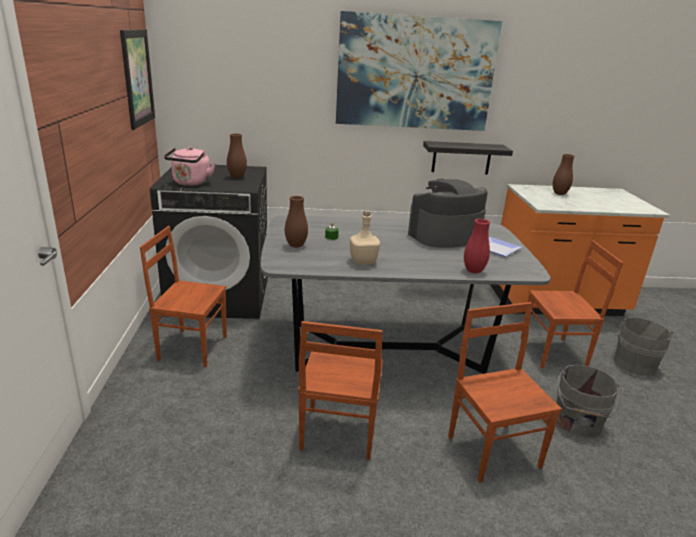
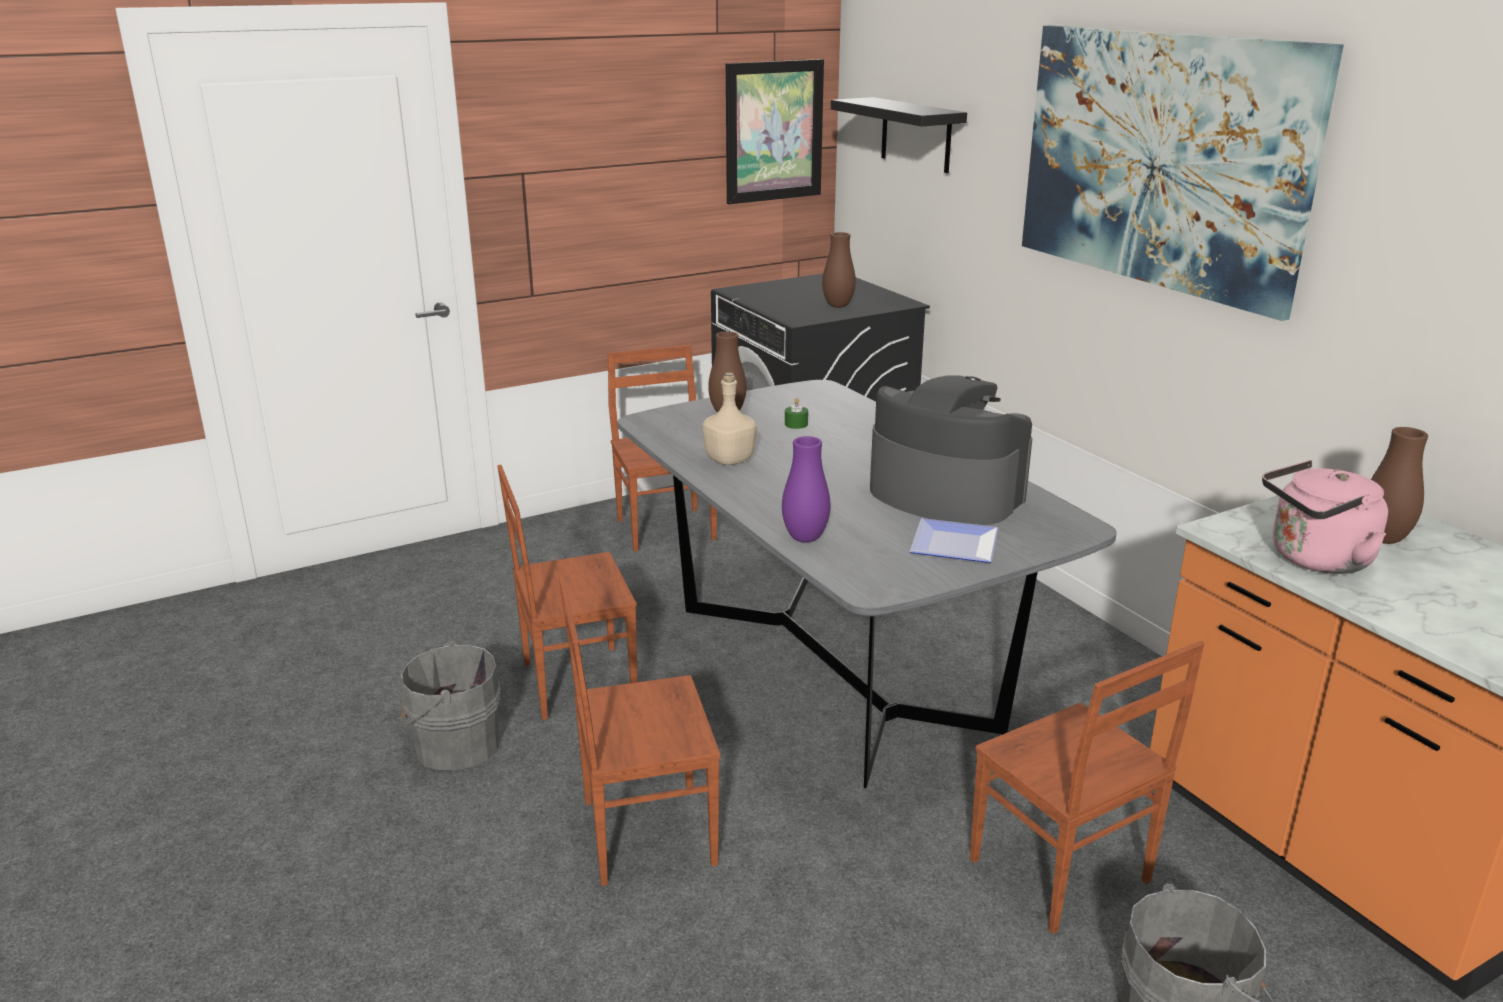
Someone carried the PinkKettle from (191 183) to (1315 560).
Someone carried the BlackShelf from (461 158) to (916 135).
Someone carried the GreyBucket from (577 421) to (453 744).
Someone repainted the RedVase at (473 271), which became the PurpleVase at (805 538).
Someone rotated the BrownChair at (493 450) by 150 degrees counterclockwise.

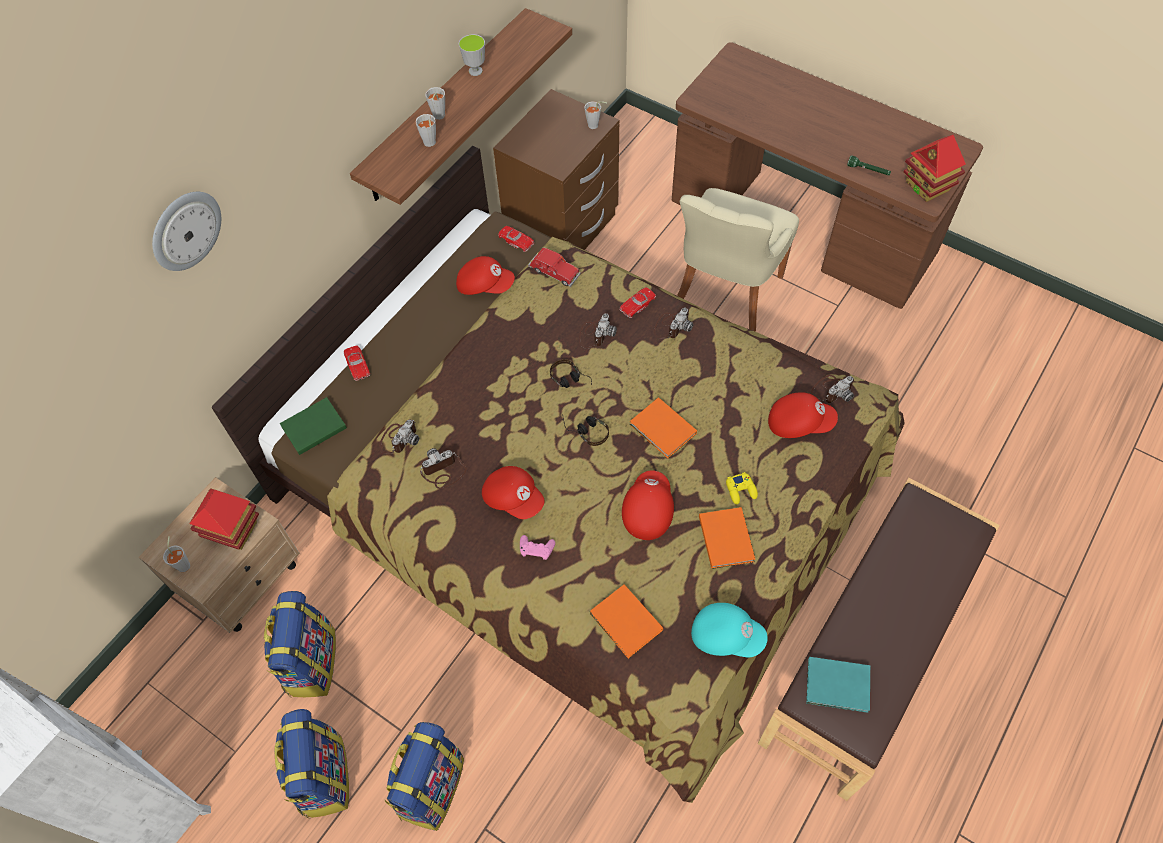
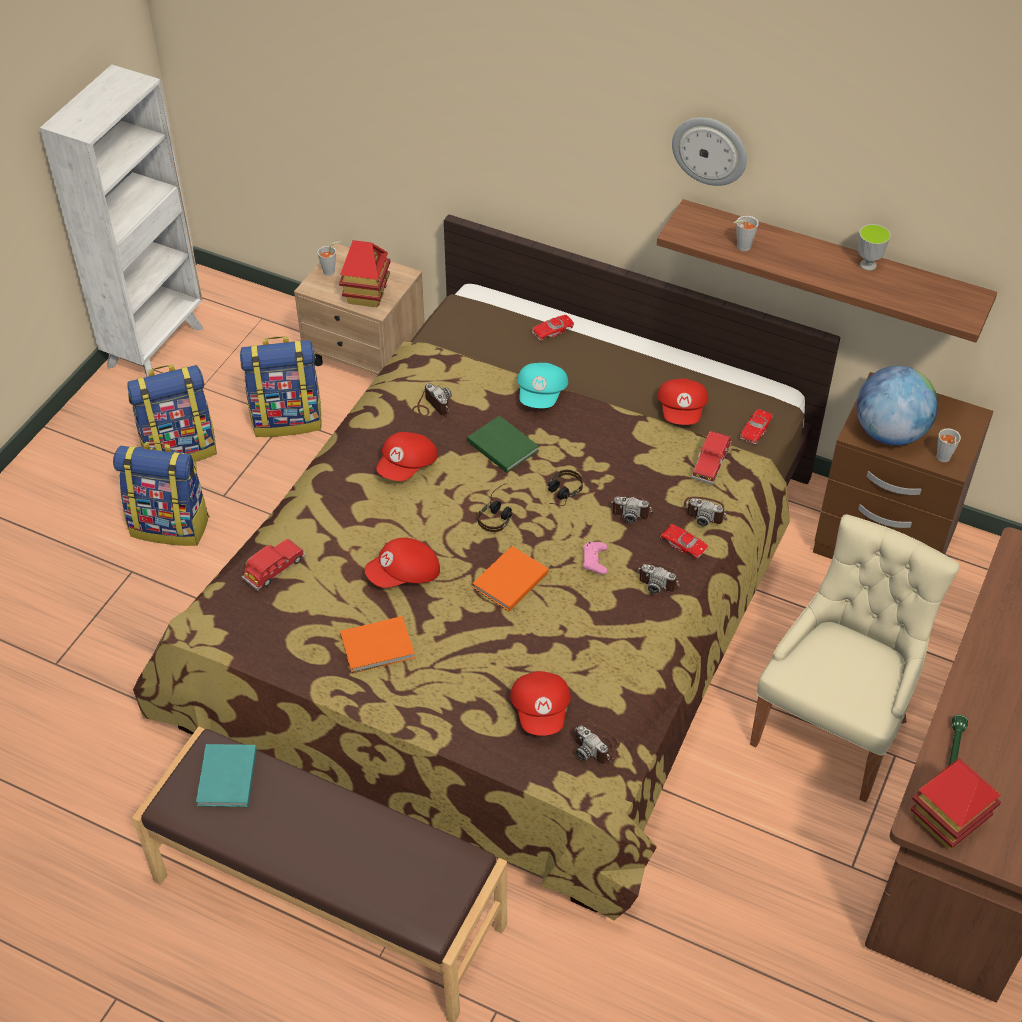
Someone took away the GreyCup at (438 117).
Someone took away the YellowGameController at (741 490).
Someone put down the Globe at (889 433).
Someone carried the WallClock from (185 230) to (710 150).
Someone carried the GreenBook from (312 427) to (502 445).
Someone carried the PhotoCamera from (399 438) to (705 512).
Someone carried the PinkGameController from (536 549) to (595 561).
Someone carried the TurquoiseCap from (726 635) to (542 395).
Someone swapped the OrangeBook at (626 624) for the RedToyCar at (274 570).
Someone rotated the RedCap at (647 510) by 150 degrees clockwise.
Someone rotated the BeigeChair at (726 293) by 105 degrees clockwise.

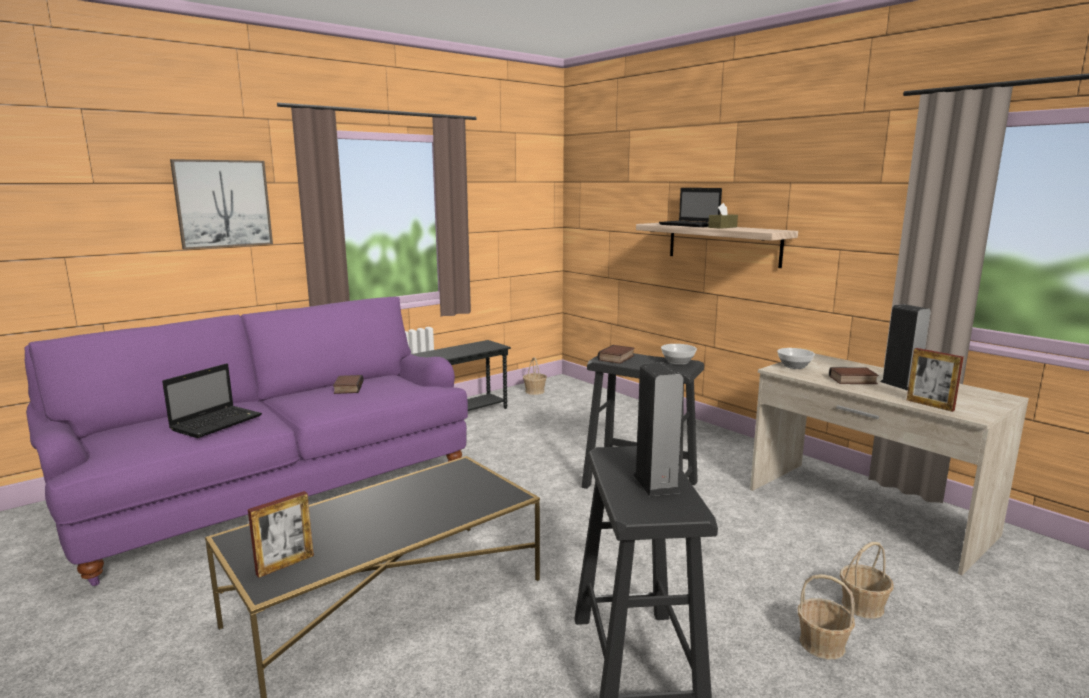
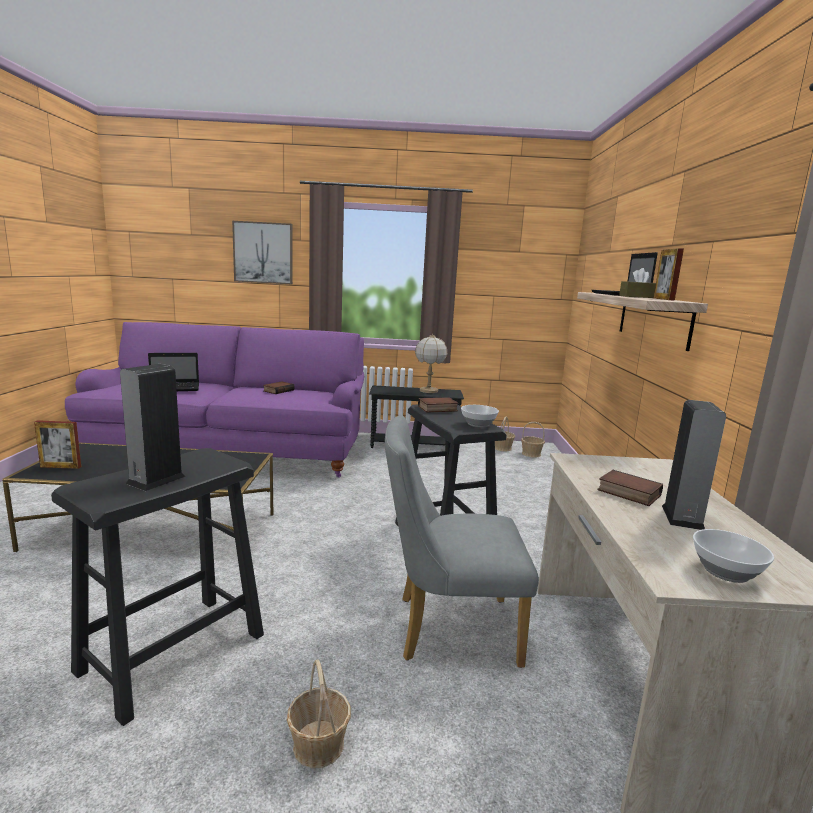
Someone put down the GreyChair at (446 629).
Someone put down the TableLamp at (429 391).
Someone carried the Bowl from (793 366) to (724 571).
Someone carried the Basket from (863 606) to (531 454).
Someone carried the PictureFrame from (930 405) to (663 299).

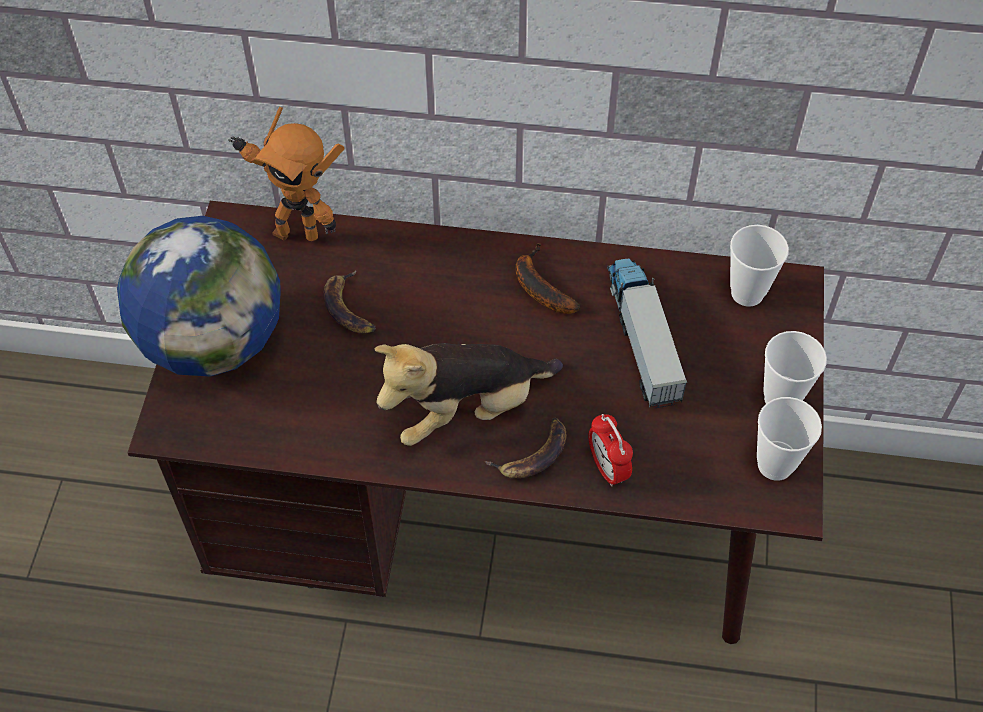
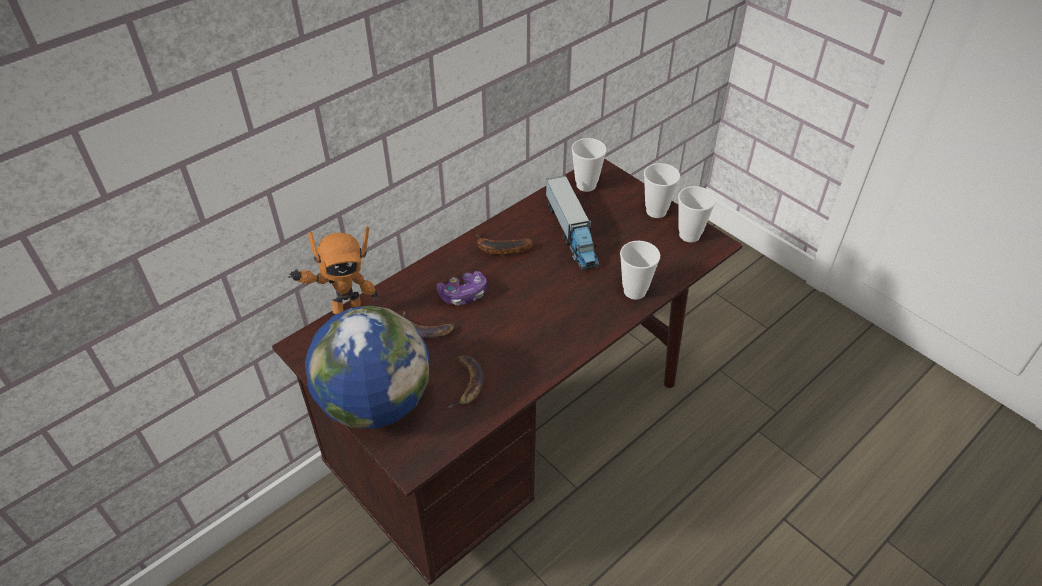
Someone took away the PlushToy at (466 409).
Someone put down the GameController at (463 294).
Someone carried the Banana from (533 454) to (466 383).
Someone swapped the AlarmClock at (607 468) for the Cup at (634 291).
Someone rotated the ToyTruck at (641 337) by 135 degrees counterclockwise.

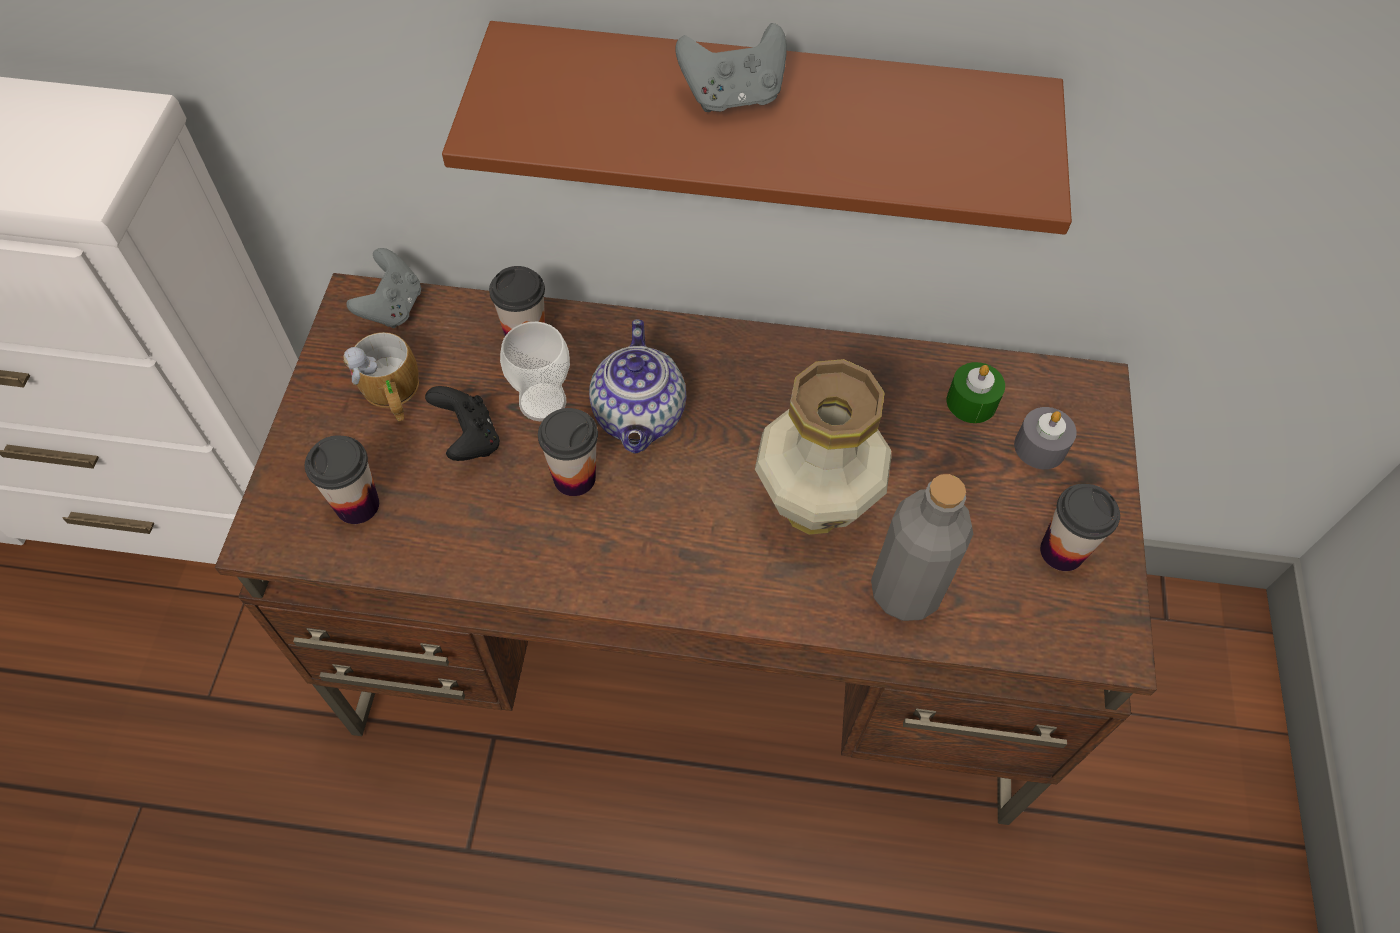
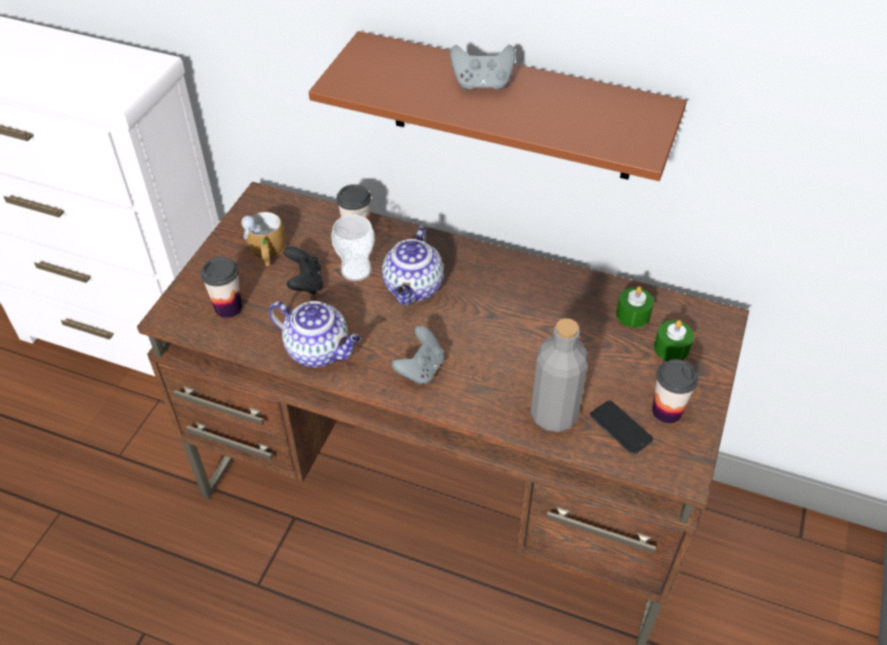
Someone took away the Cup at (574 478).
Someone took away the Vase at (814 507).
Someone put down the Teapot at (319 351).
Someone put down the Phone at (620 428).
Someone carried the GreyGameController from (393 307) to (420 369).
Someone repainted the GreyCandle at (1040 447), which became the GreenCandle at (671 348).

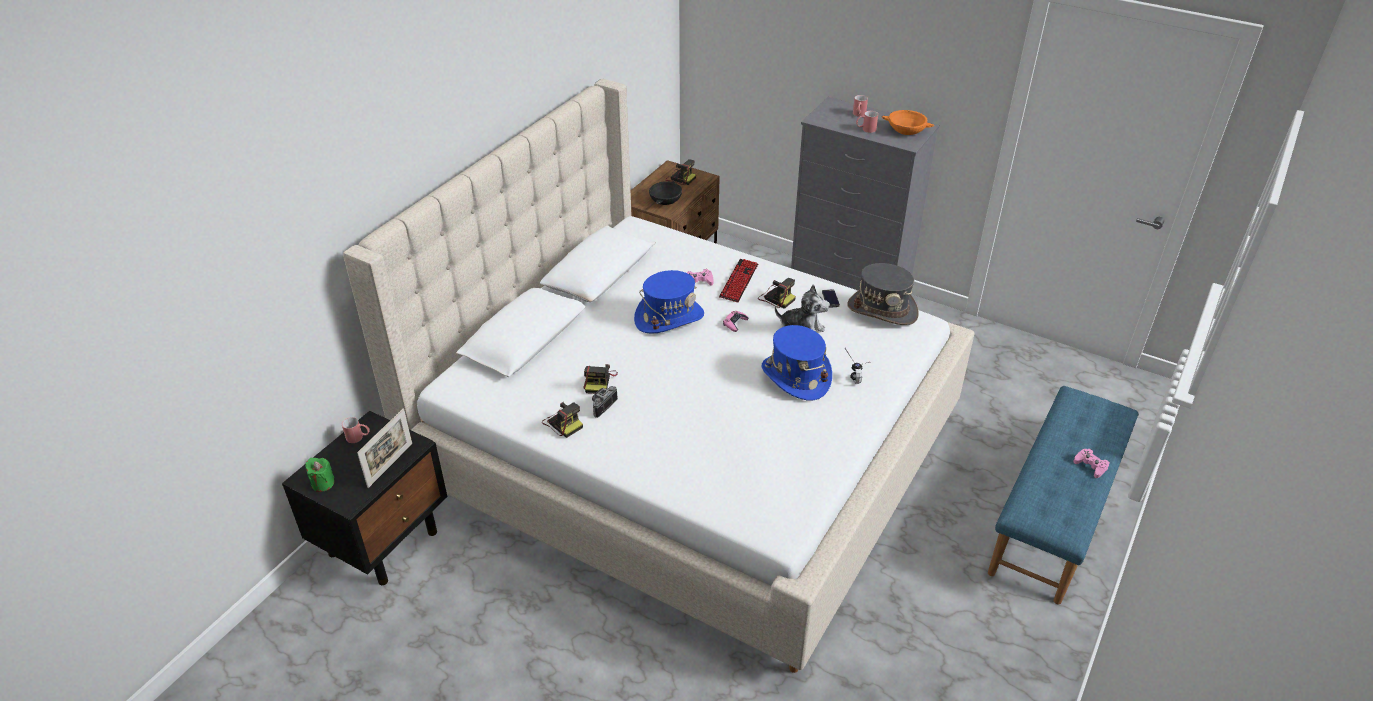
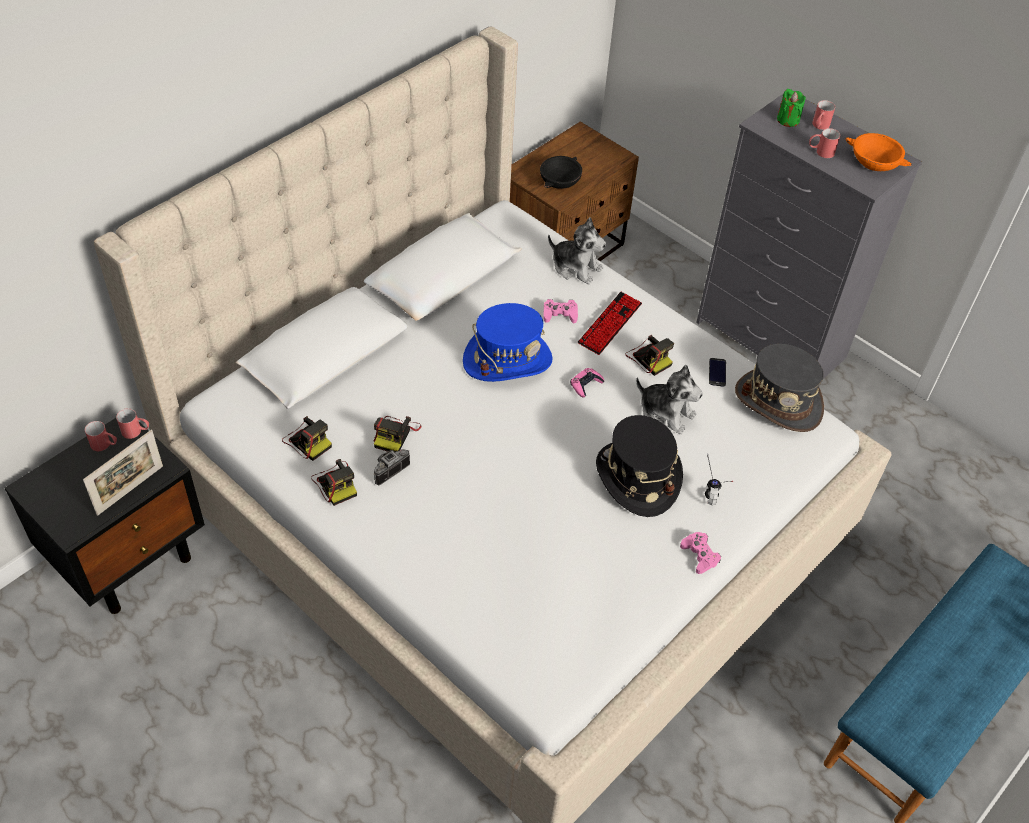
Someone put down the RedMug at (136 431).
Someone put down the PlushToy at (576 267).
Someone carried the GreenCandle from (323 483) to (788 120).
Someone carried the PhotoCamera from (680 178) to (307 441).
Someone carried the PinkGameController from (1090 465) to (700 555).
Someone repainted the BlueHat at (795 376), which became the BlackHat at (637 478).

